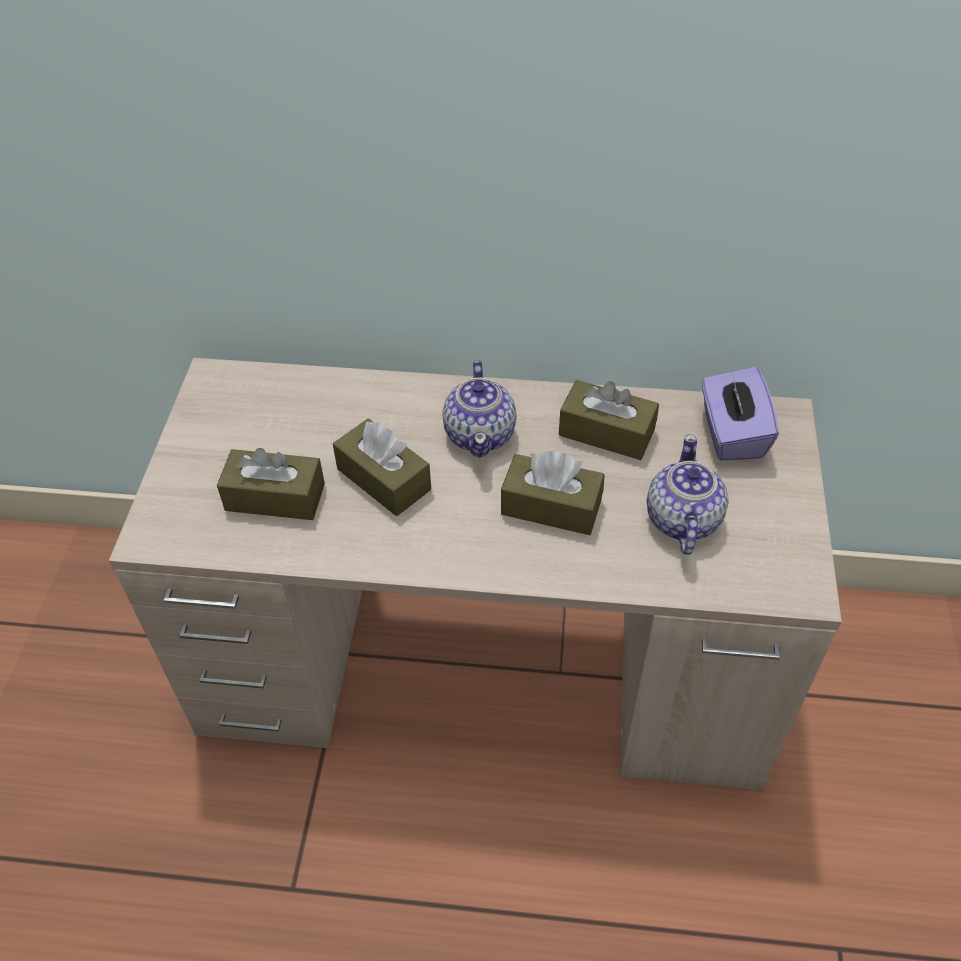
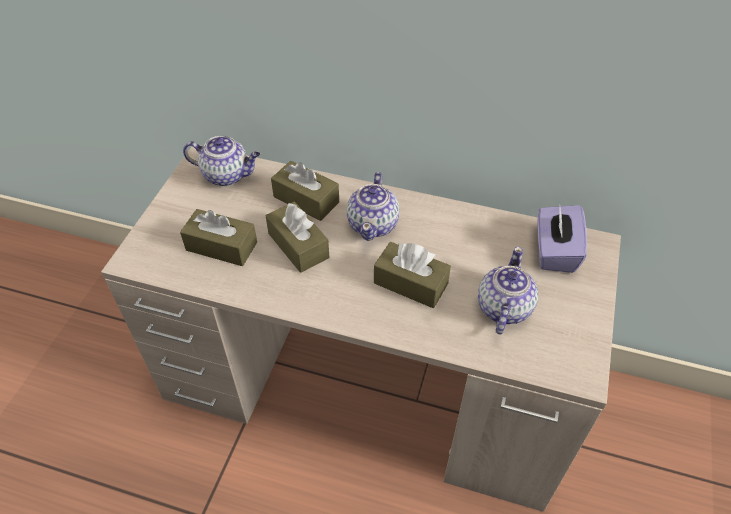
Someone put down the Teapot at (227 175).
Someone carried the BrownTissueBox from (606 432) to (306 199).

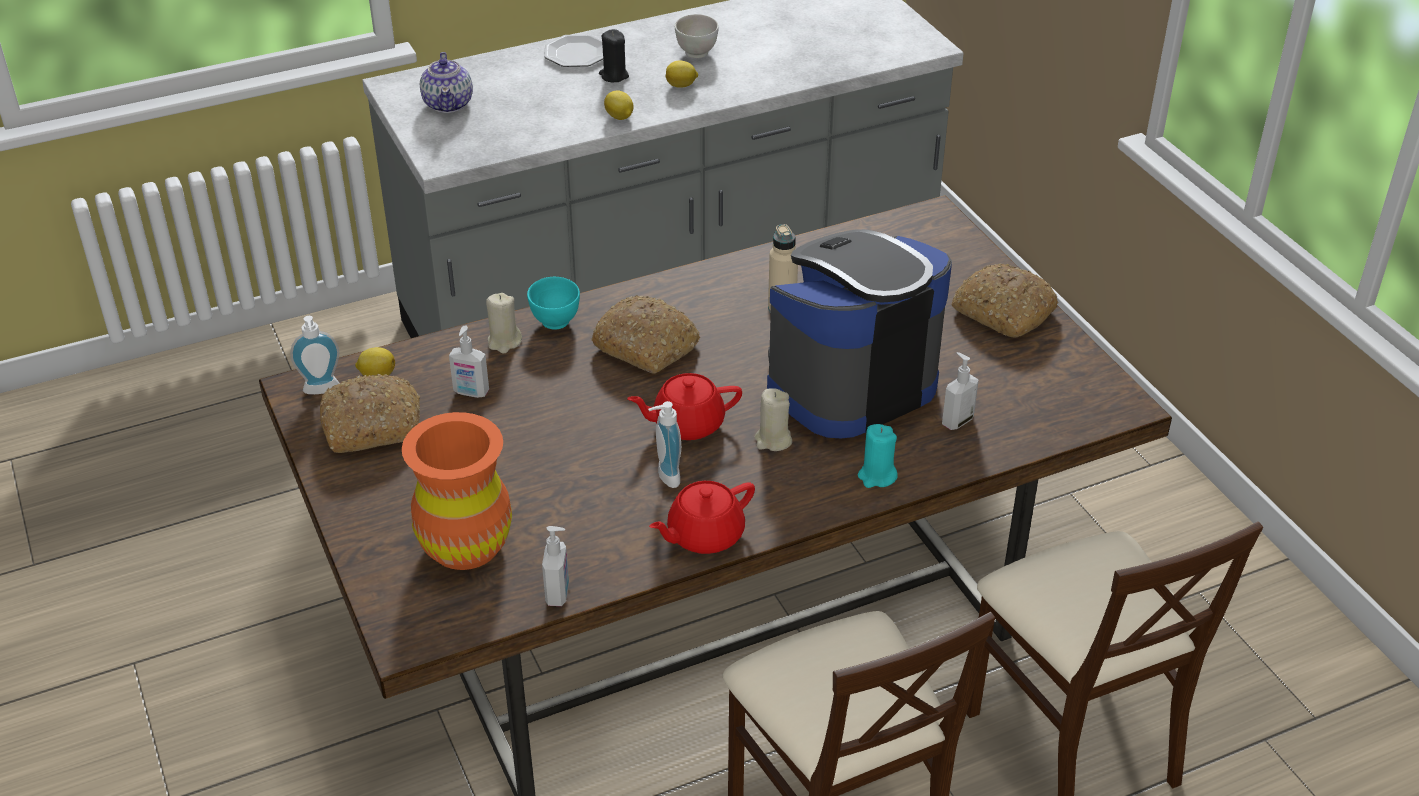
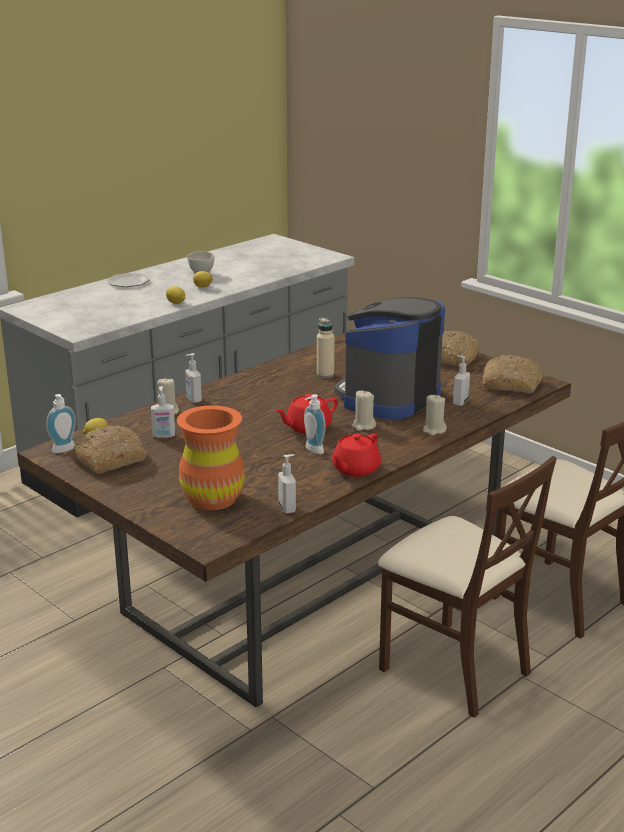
Someone took away the Teapot at (448 104).
Someone took away the BlackCandle at (614 75).
Someone carried the Bread from (647 345) to (511 384).
Someone swapped the TurquoiseBowl at (555 322) for the SoapDispenser at (193 399).
Someone repainted the TurquoiseCandle at (877 476), which became the BeigeCandle at (434 430).

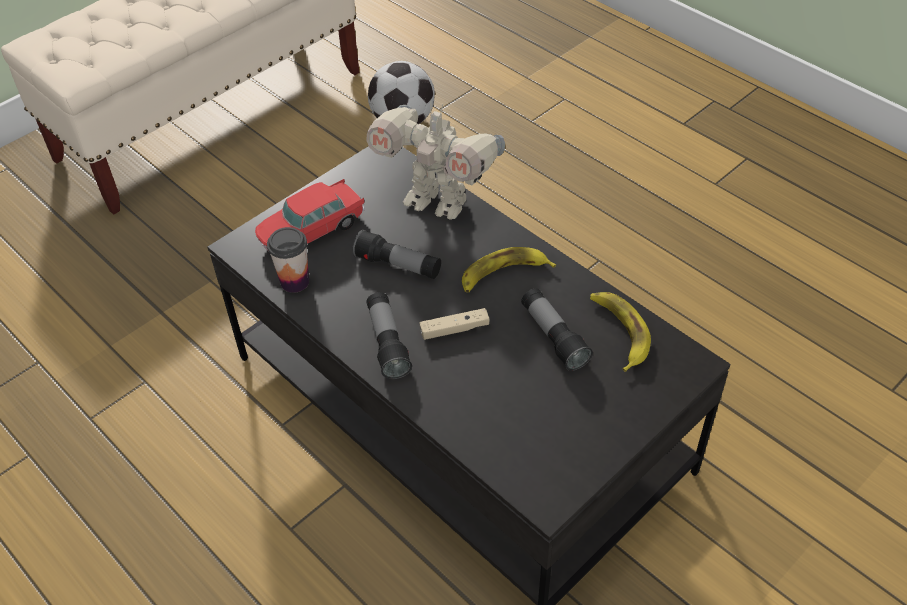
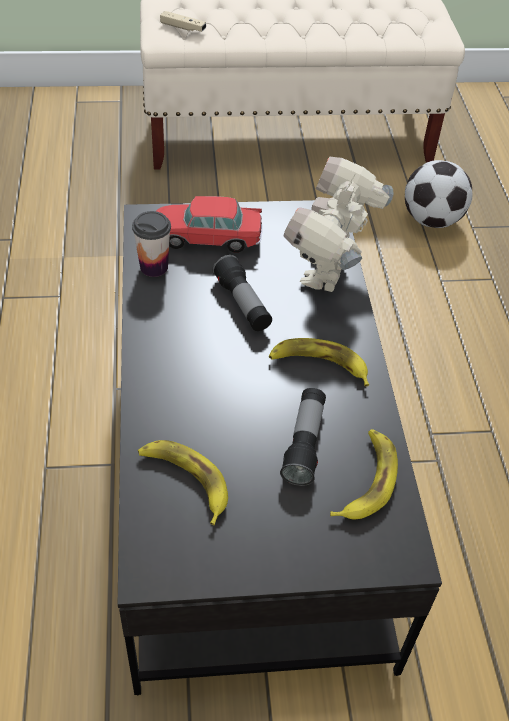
Someone took away the Flashlight at (388 343).
Someone put down the Banana at (185 480).
Someone carried the BeigeGameController from (454 329) to (183 27).
Someone rotated the ToyRobot at (437 201) by 45 degrees clockwise.

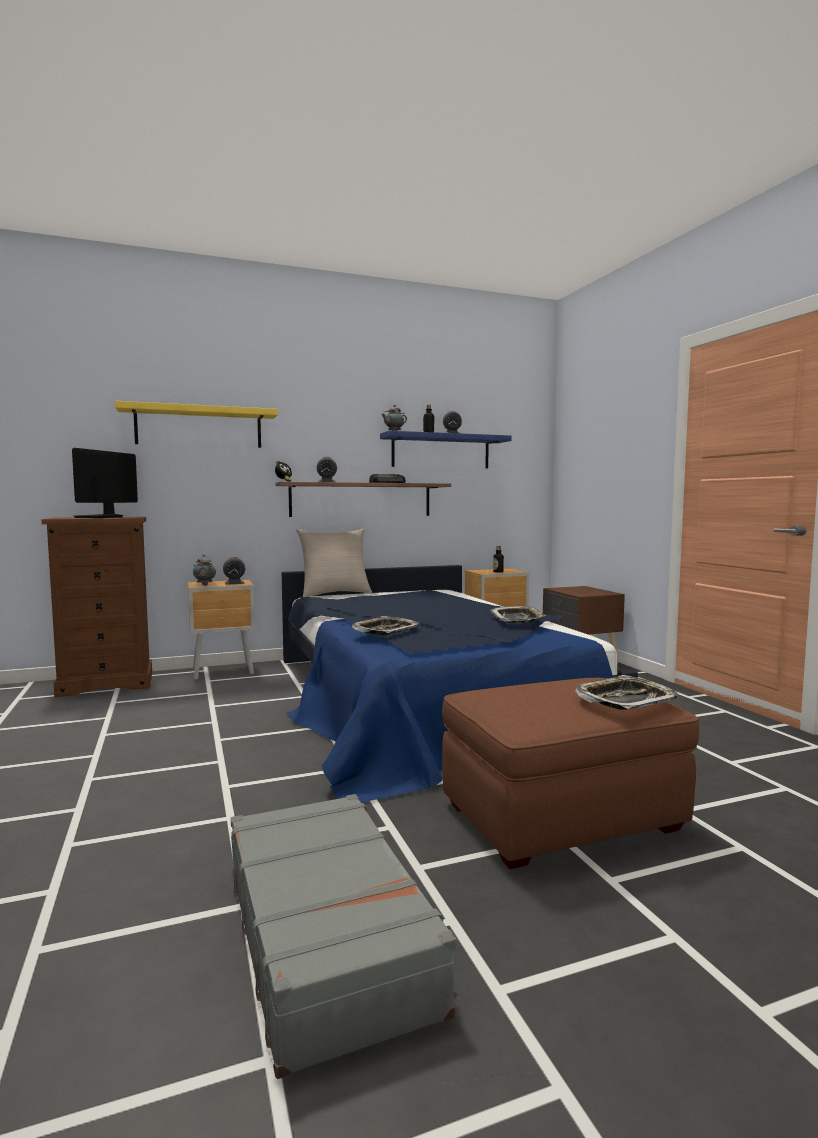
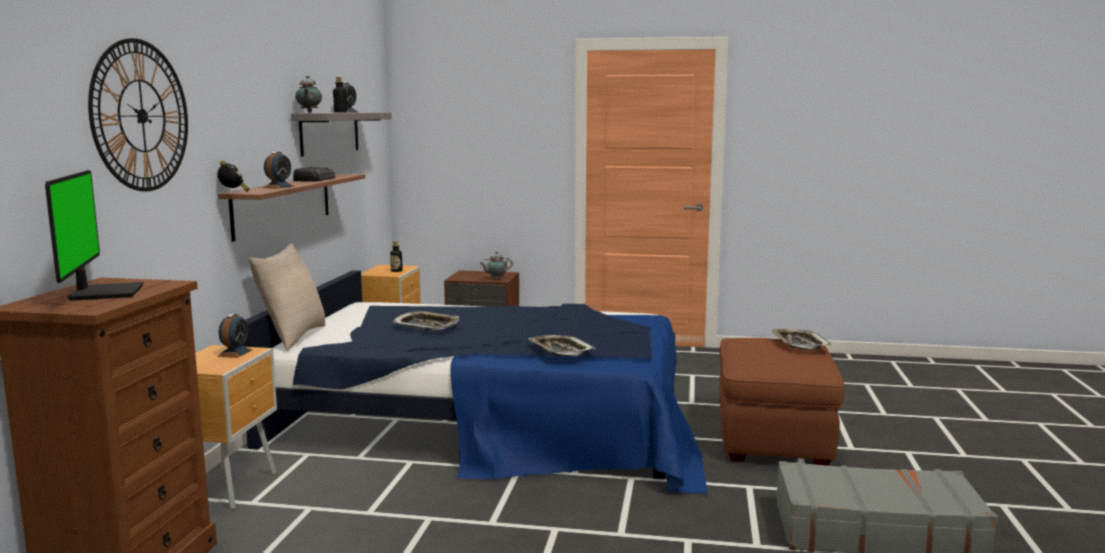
Someone carried the Teapot from (204 585) to (495 279).
Someone carried the Tray from (517 619) to (427 326).
Someone swapped the YellowShelf at (199 427) for the WallClock at (141 116).
Someone repainted the BlueShelf at (441 451), which became the GreyShelf at (330 133).
Someone rotated the Monitor at (100 517) by 150 degrees counterclockwise.

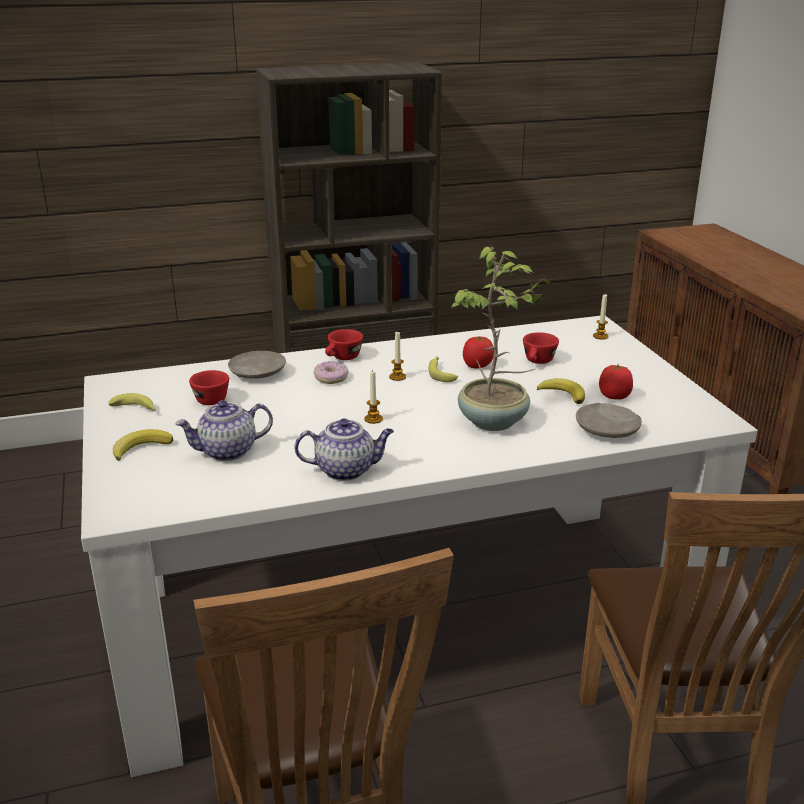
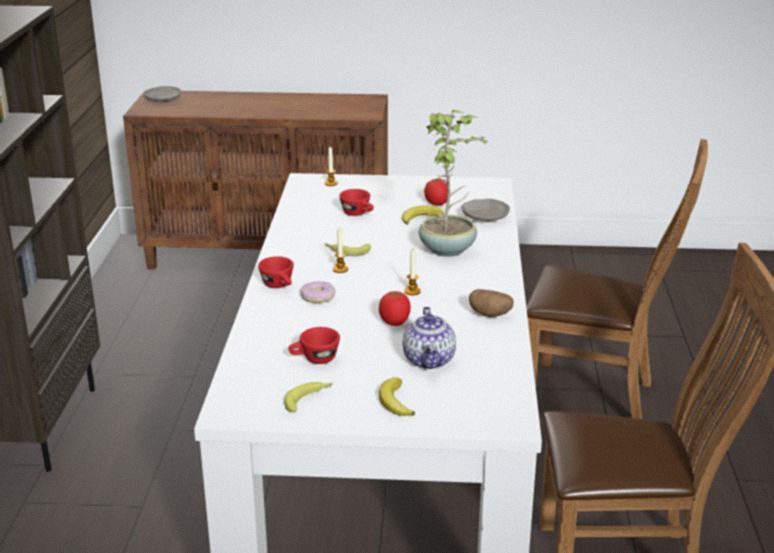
Someone carried the BeigePlate from (257 373) to (163 100).
Someone carried the Tomato from (477 366) to (395 322).
Someone swapped the Teapot at (346 470) for the Potato at (490 314).

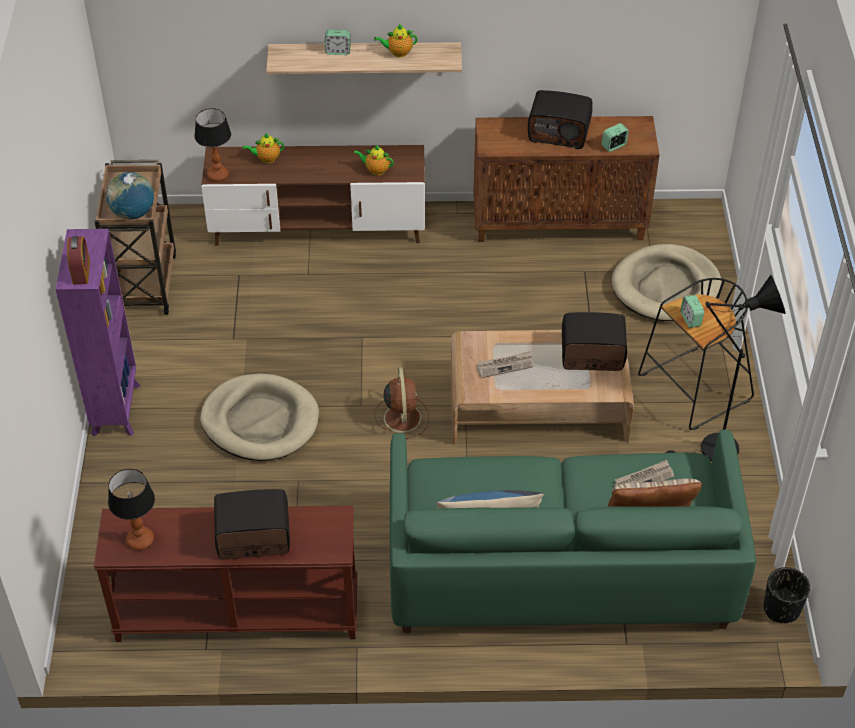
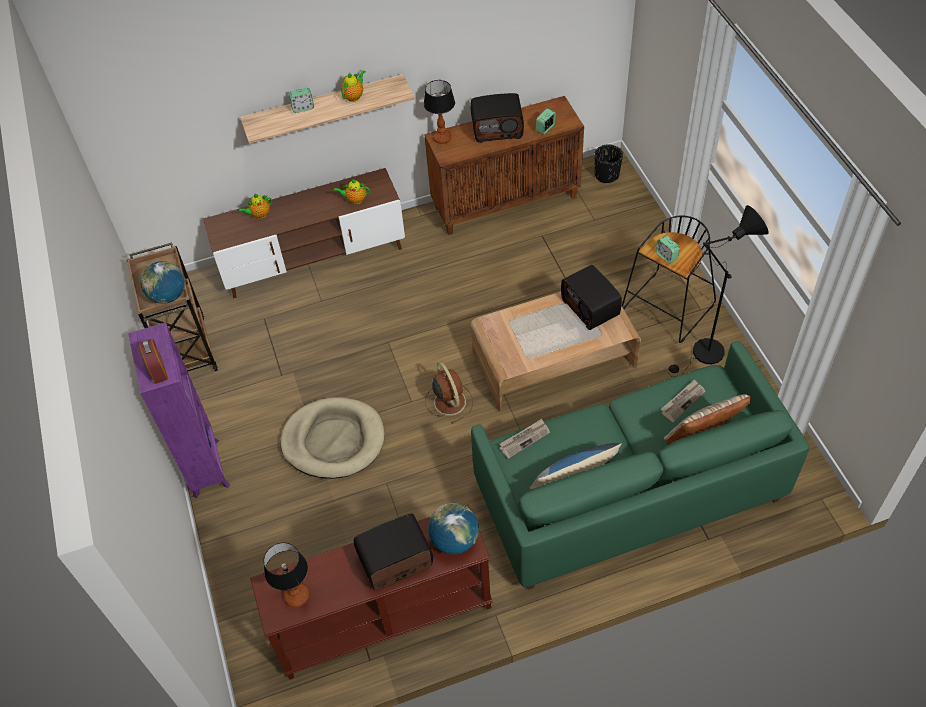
Someone took away the BeigeDogBed at (665 287).
Someone put down the Globe at (454 540).
Someone carried the TableLamp from (217 175) to (442 138).
Someone carried the Newspaper from (505 365) to (524 439).
Someone carried the BlackPlanter from (781 609) to (606 175).
Someone rotated the Teapot at (398 53) by 150 degrees clockwise.
Someone rotated the Radio at (591 356) by 105 degrees counterclockwise.

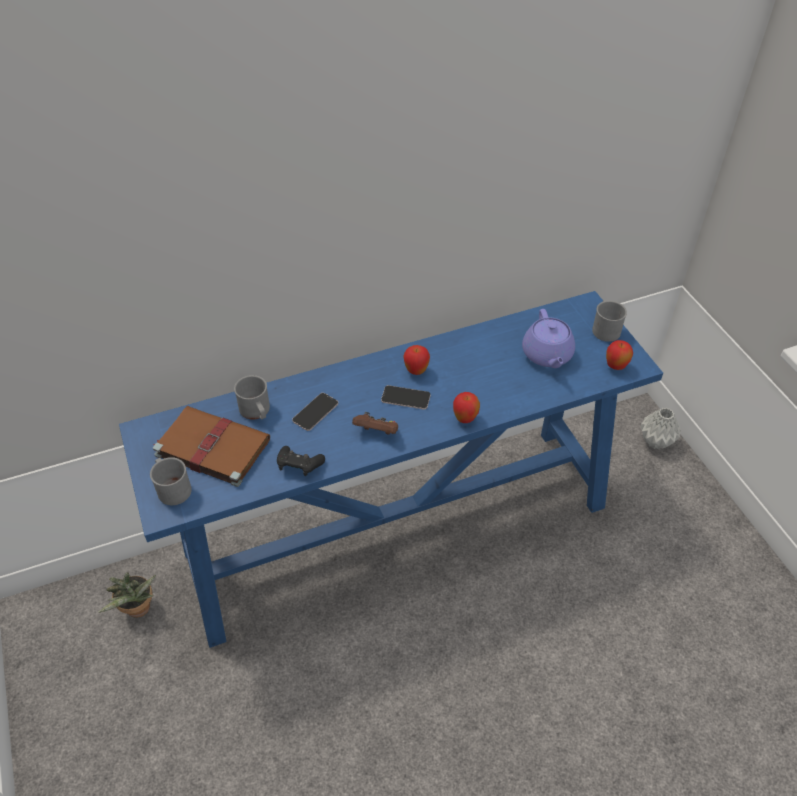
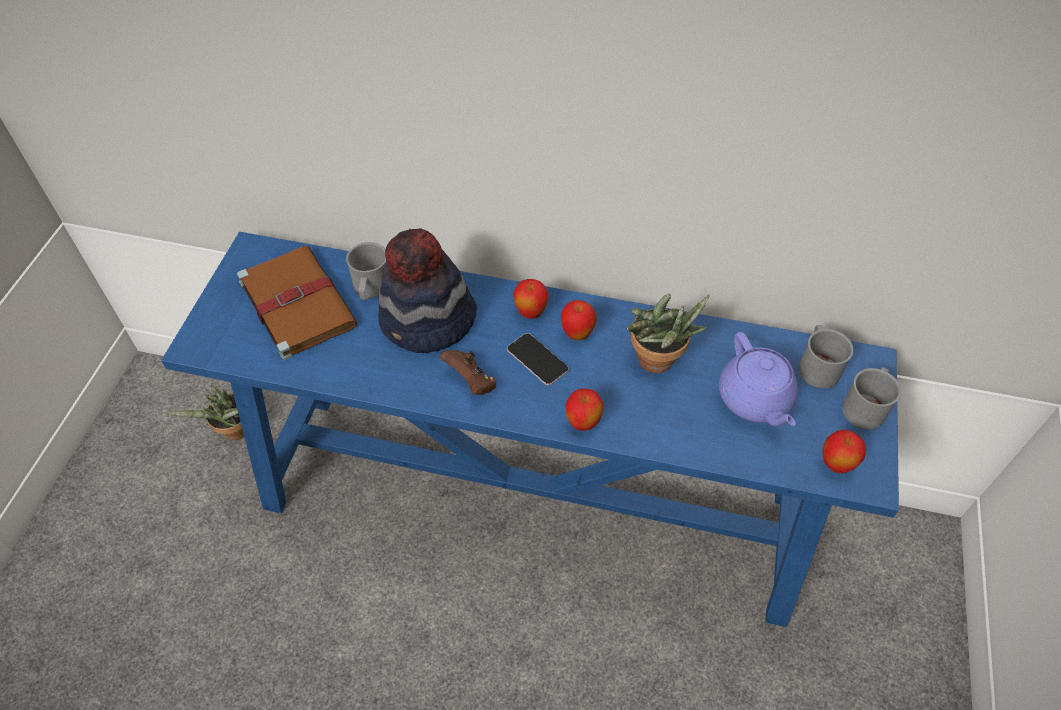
Someone took away the BlackGameController at (299 466).
Someone took away the GreyVase at (656 441).
Someone put down the Apple at (530 313).
Someone put down the PottedPlant at (657 364).
Someone carried the GreyMug from (172 488) to (817 365).
Someone swapped the Phone at (315 412) for the Hat at (428 322).
Someone rotated the PurpleTeapot at (547 355) by 45 degrees counterclockwise.

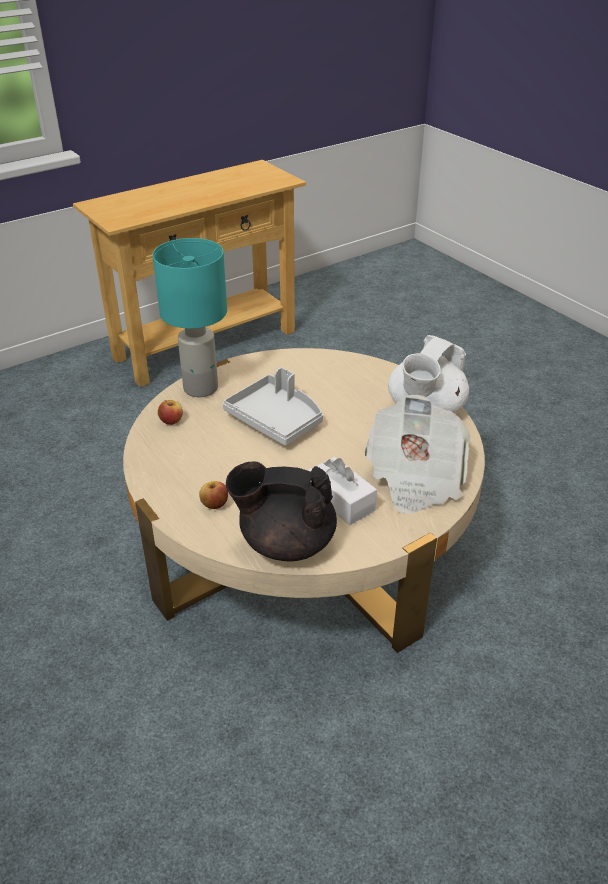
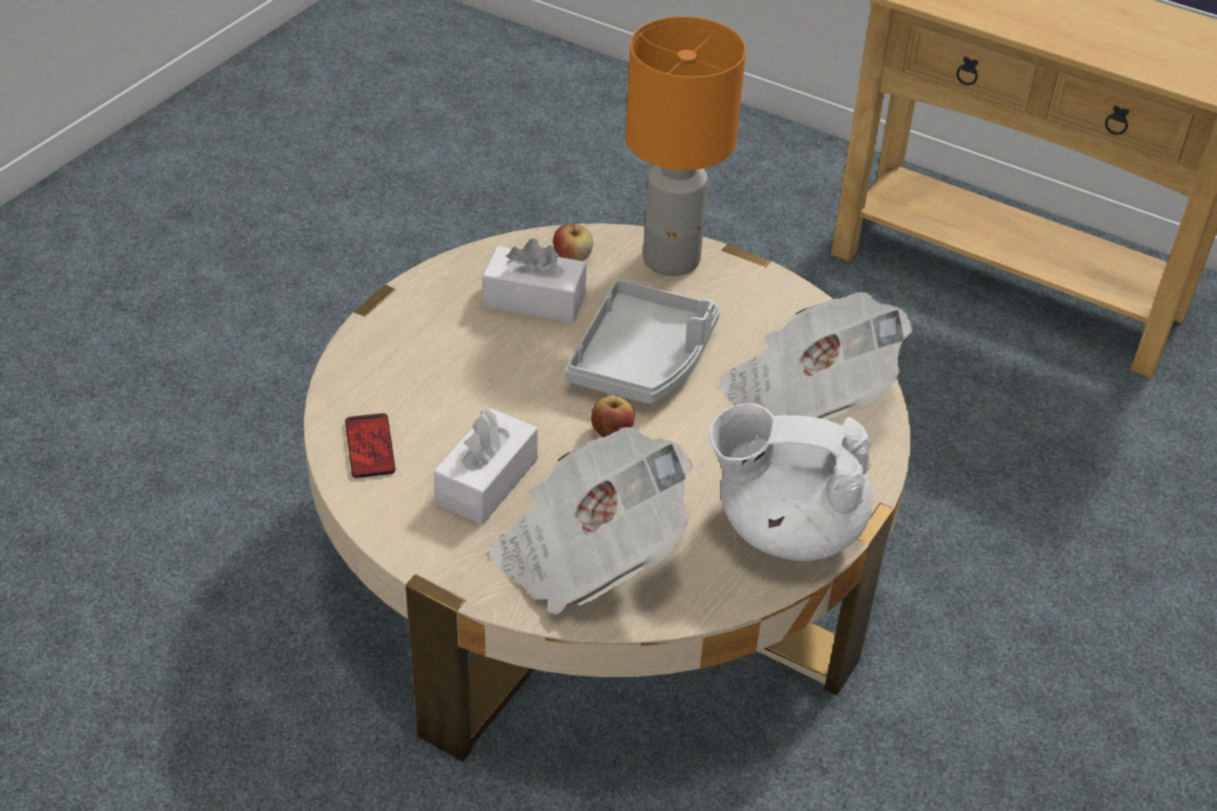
Someone put down the WhiteTissueBox at (534 300).
Someone put down the Newspaper at (806 398).
Someone carried the Apple from (214 504) to (611 432).
Someone swapped the BlackTeapot at (285 542) for the Phone at (370 447).
Someone repainted the TurquoiseTableLamp at (201 387), which became the OrangeTableLamp at (673 259).

